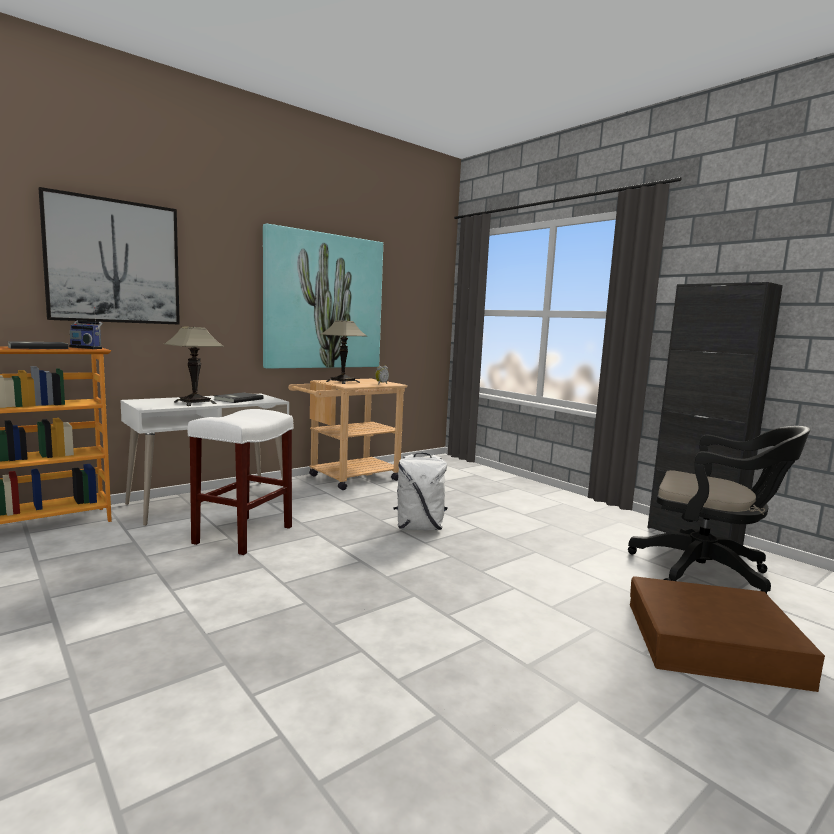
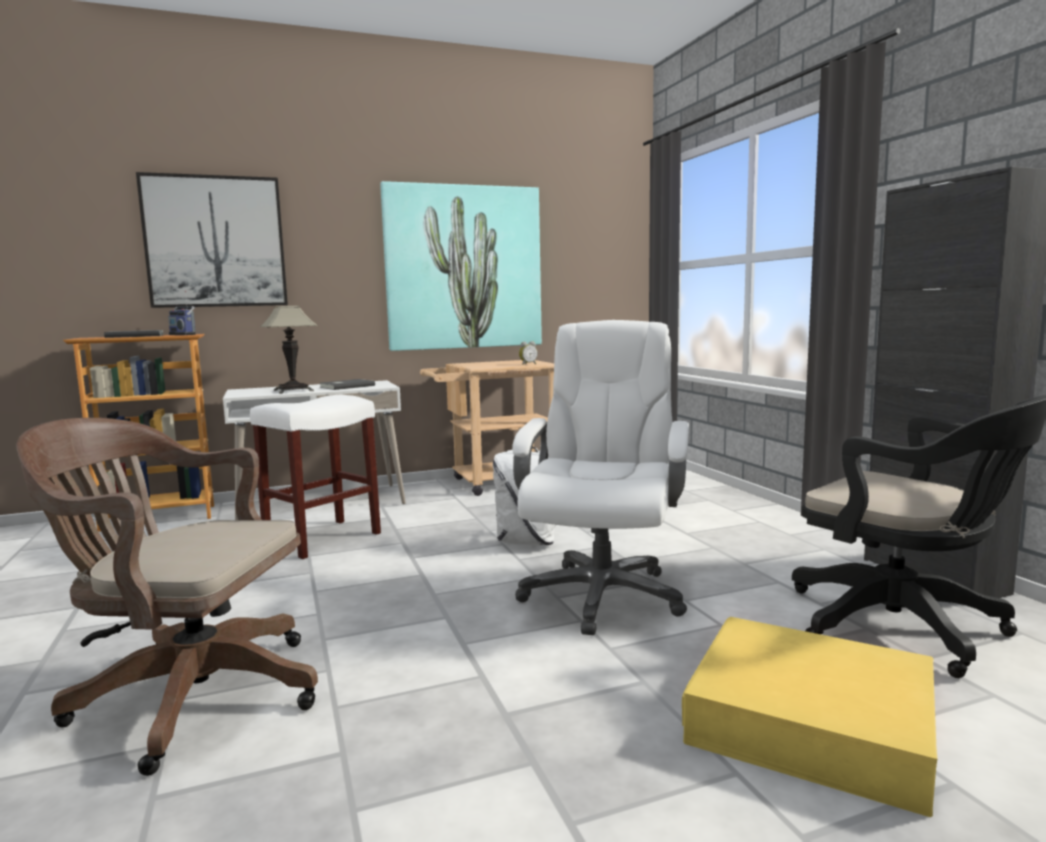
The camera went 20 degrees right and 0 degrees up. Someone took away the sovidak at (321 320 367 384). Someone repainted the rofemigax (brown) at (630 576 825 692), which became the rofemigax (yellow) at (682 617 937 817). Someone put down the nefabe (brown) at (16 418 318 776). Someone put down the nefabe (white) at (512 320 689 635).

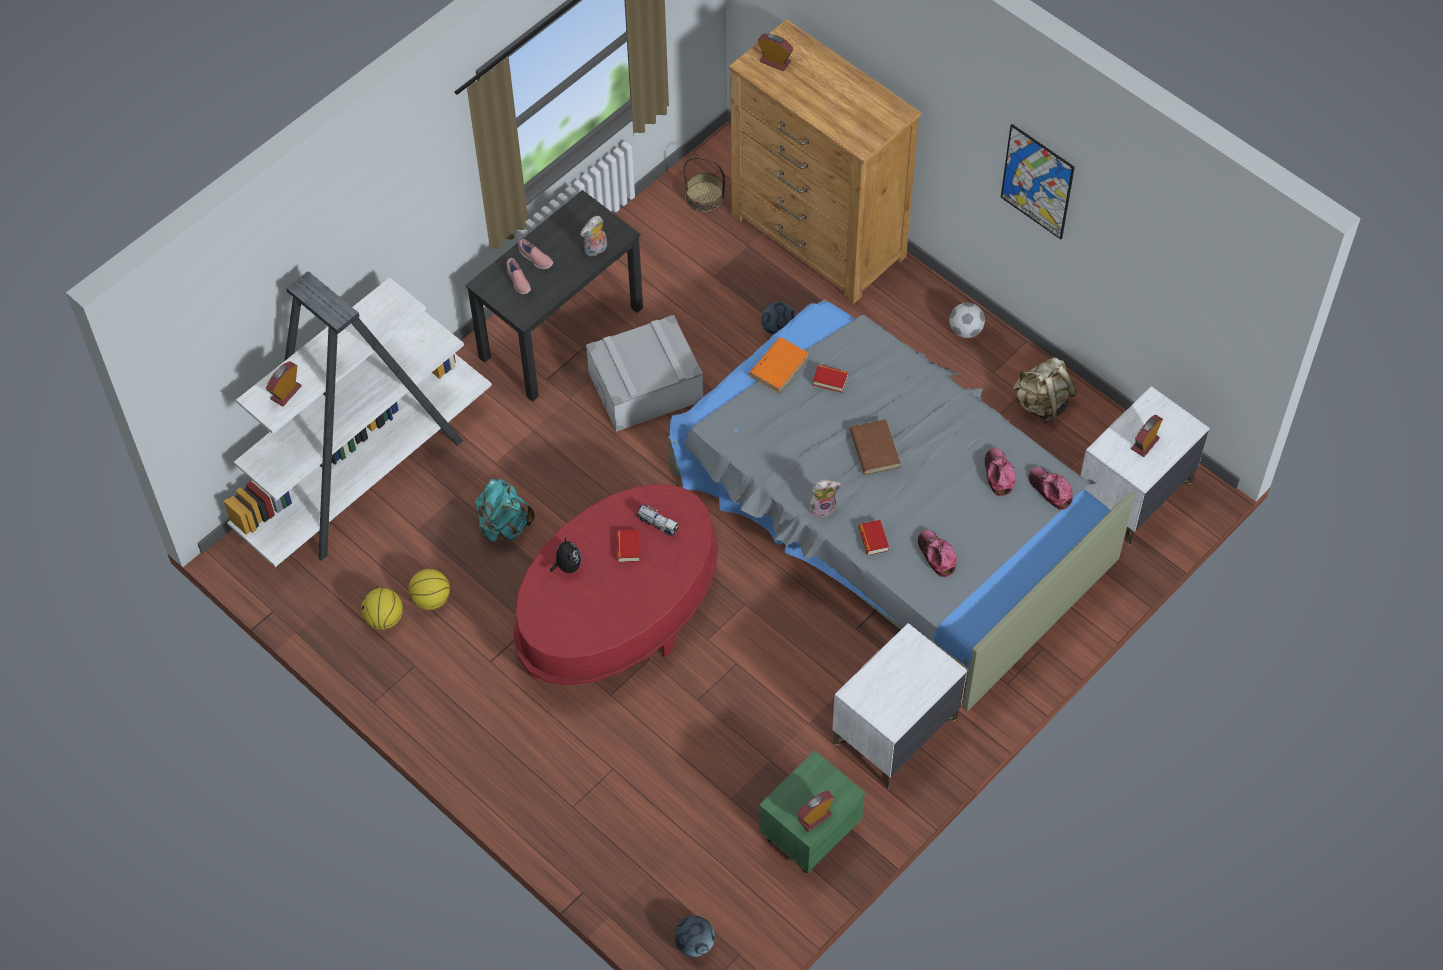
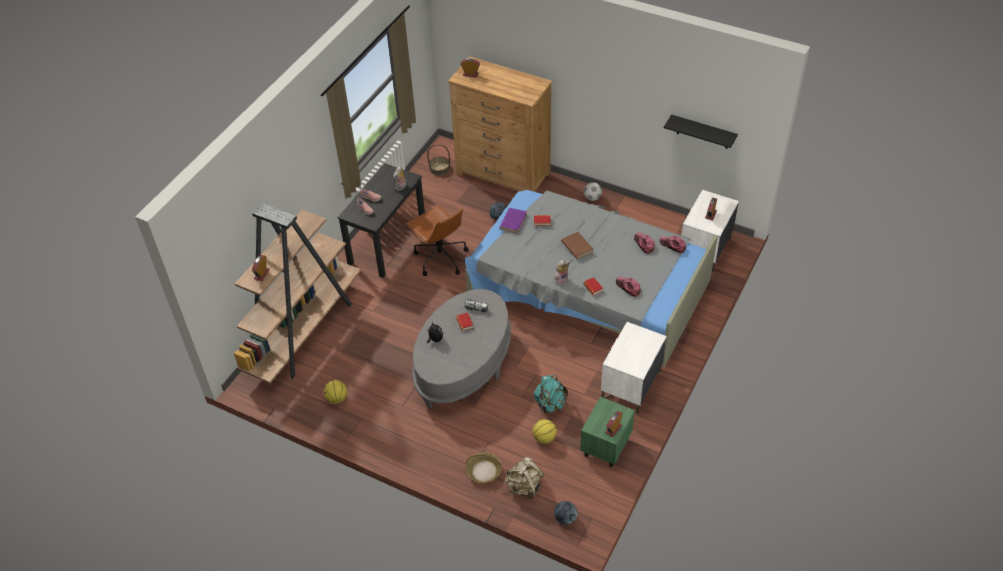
The camera went 15 degrees left and 10 degrees down. Someone repainted the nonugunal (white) at (224 271 492 567), which became the nonugunal (brown) at (234 203 361 383). Someone carried the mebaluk from (408 569 450 610) to (532 419 557 444). Someone carried the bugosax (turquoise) from (475 479 535 541) to (534 375 568 414). Someone repainted the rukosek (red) at (513 484 718 685), which became the rukosek (grey) at (412 289 511 408). Someone swapped the rofemigax (grey) at (586 315 703 432) for the nefabe (brown) at (405 205 468 276). Someone repainted the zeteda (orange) at (749 337 809 393), which became the zeteda (purple) at (499 208 527 234). Someone took away the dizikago at (1001 124 1075 239). Someone carried the bugosax (beige) from (1013 357 1077 423) to (504 457 544 499). Someone put down the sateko at (466 452 502 483). Someone put up the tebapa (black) at (664 114 738 149).

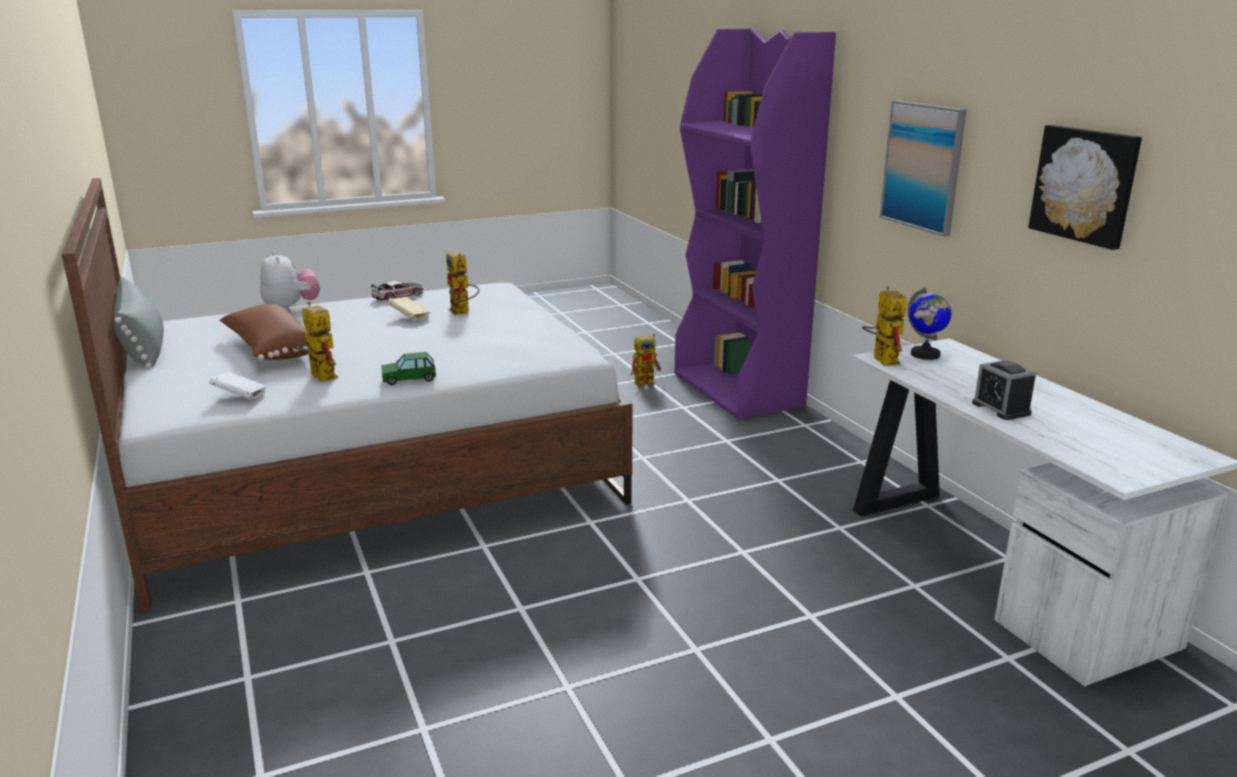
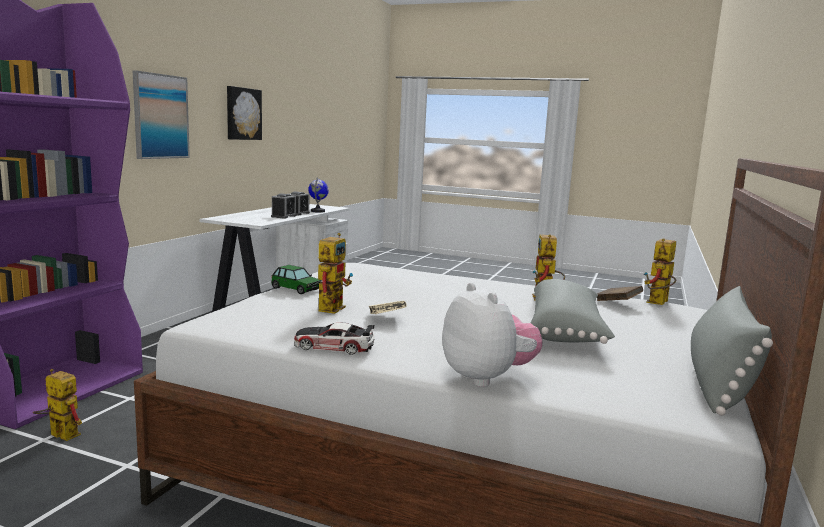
The camera went 135 degrees left and 10 degrees down. Someone repainted the zeteda (white) at (209 372 267 399), which became the zeteda (brown) at (597 286 643 301). Someone repainted the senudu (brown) at (220 303 309 360), which became the senudu (grey) at (531 279 615 344). Someone rotated the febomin at (260 251 320 312) by 135 degrees clockwise. Someone carried the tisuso from (381 352 436 385) to (271 265 322 294). Someone carried the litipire from (862 286 907 366) to (644 238 676 305). Someone carried the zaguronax from (908 287 952 360) to (308 177 329 213). Someone put down the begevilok at (271 194 296 219).

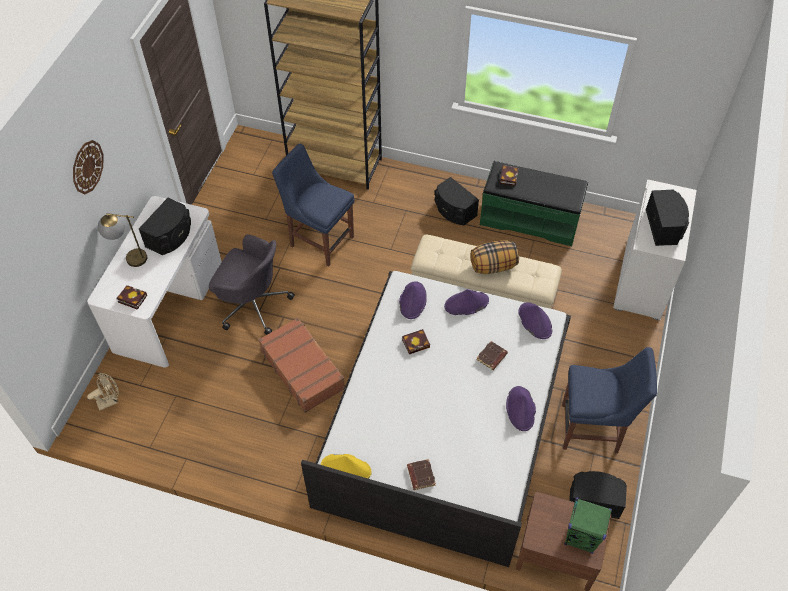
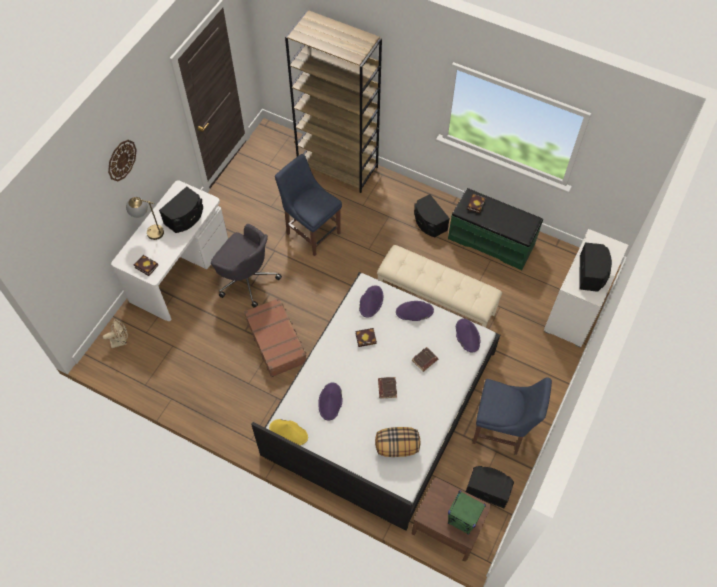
The camera went 10 degrees right and 5 degrees up. Someone carried the zeteda (brown) from (407 459 436 490) to (378 377 397 399). Someone carried the senudu from (470 240 519 274) to (375 427 420 457). Someone carried the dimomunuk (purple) from (506 386 536 431) to (318 382 343 421).

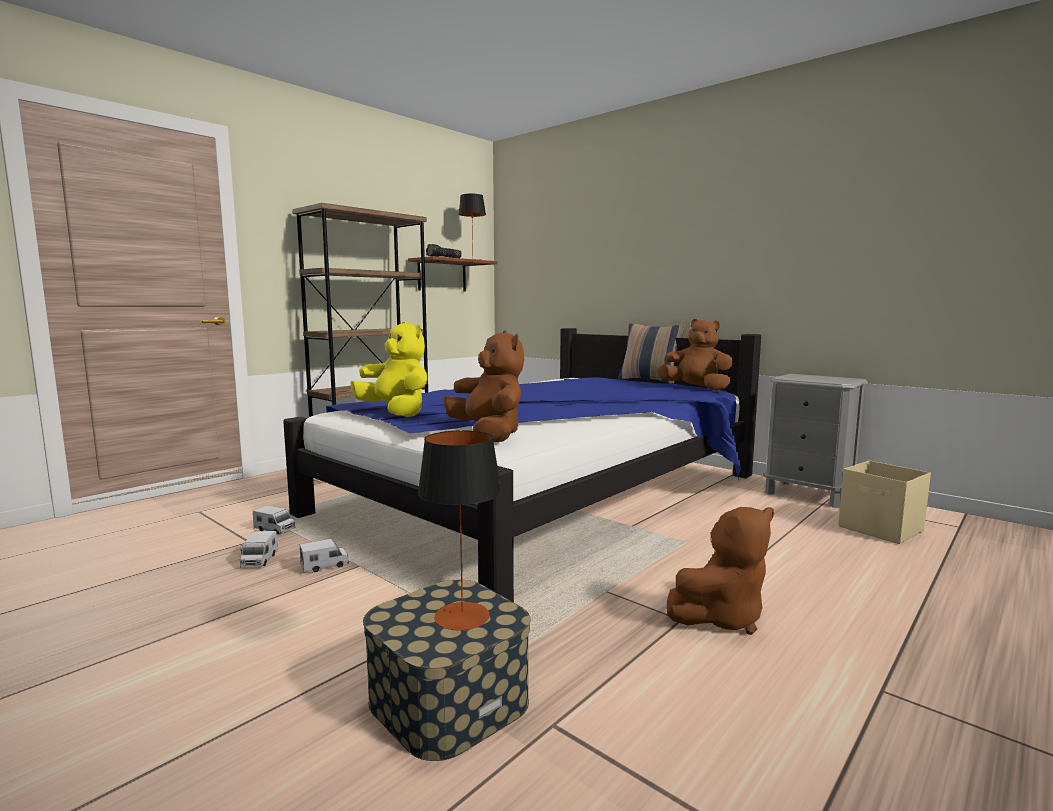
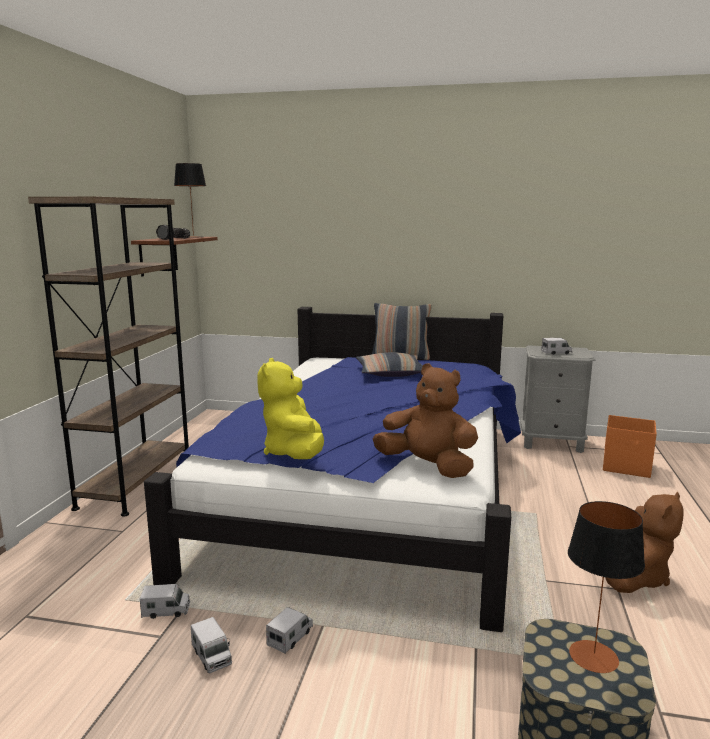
The camera went 30 degrees left and 5 degrees up. Someone rotated the febomin (yellow) at (350 322 427 417) by 105 degrees counterclockwise. Someone took away the febomin (brown) at (657 319 733 391). Someone repainted the rofemigax (beige) at (838 460 931 544), which became the rofemigax (orange) at (603 415 657 478). Someone put down the senudu at (356 352 423 377). Someone put down the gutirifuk at (541 338 572 355).

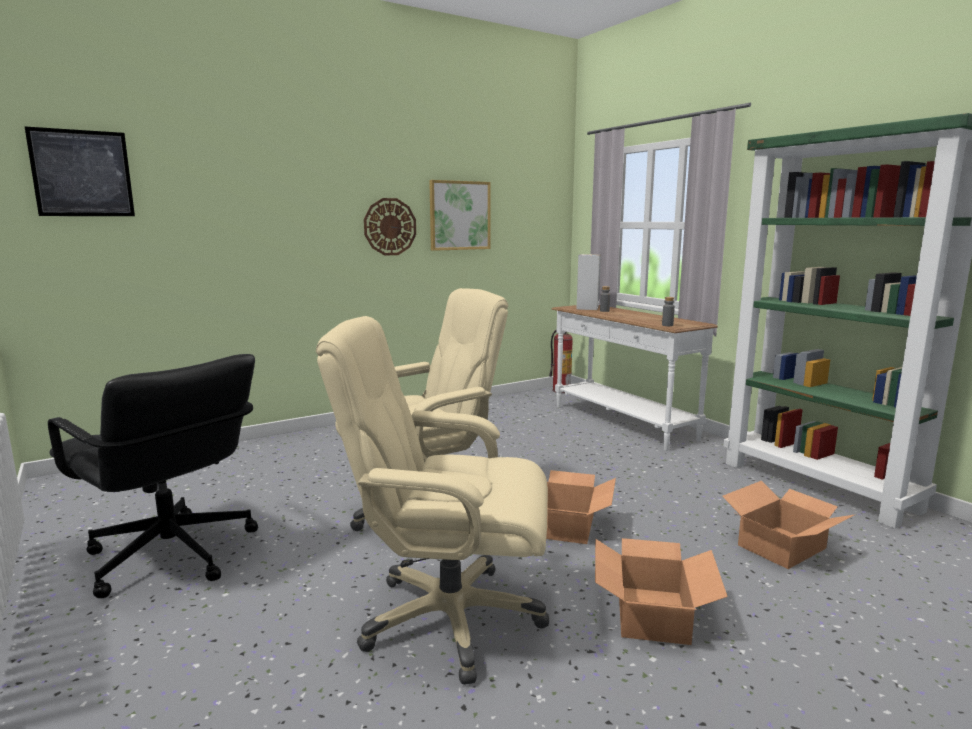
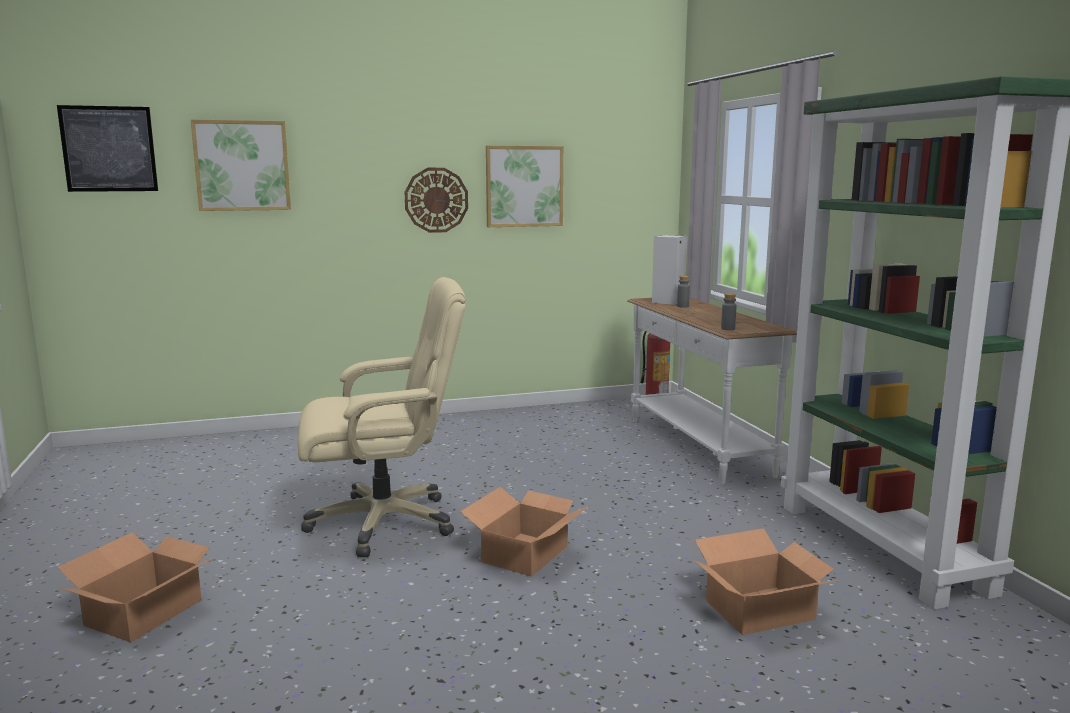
The camera went 15 degrees right and 0 degrees up. Someone took away the nefabe (black) at (48 354 258 598). Someone took away the nefabe (beige) at (316 316 549 685). Someone carried the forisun from (595 538 728 645) to (57 532 217 642). Someone put up the dizikago at (191 120 291 211).

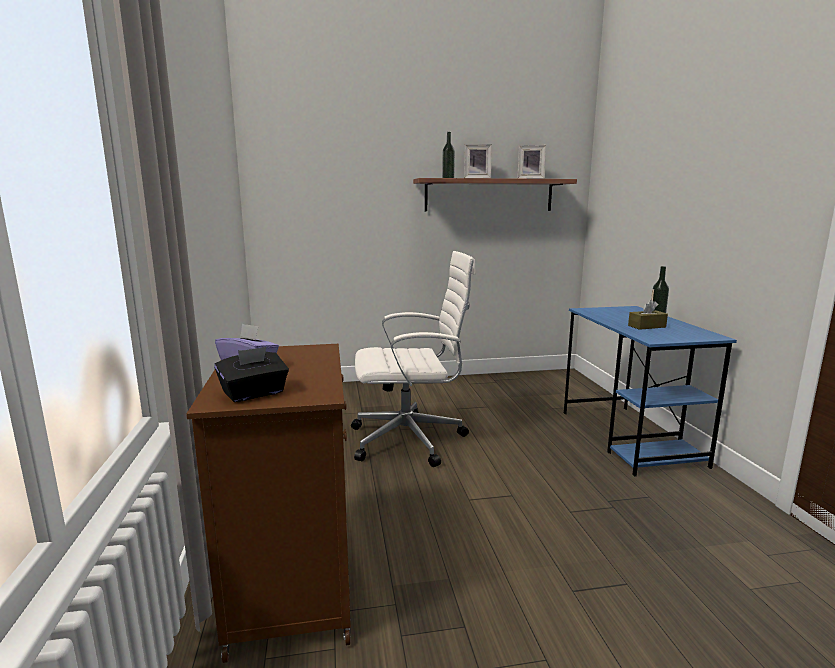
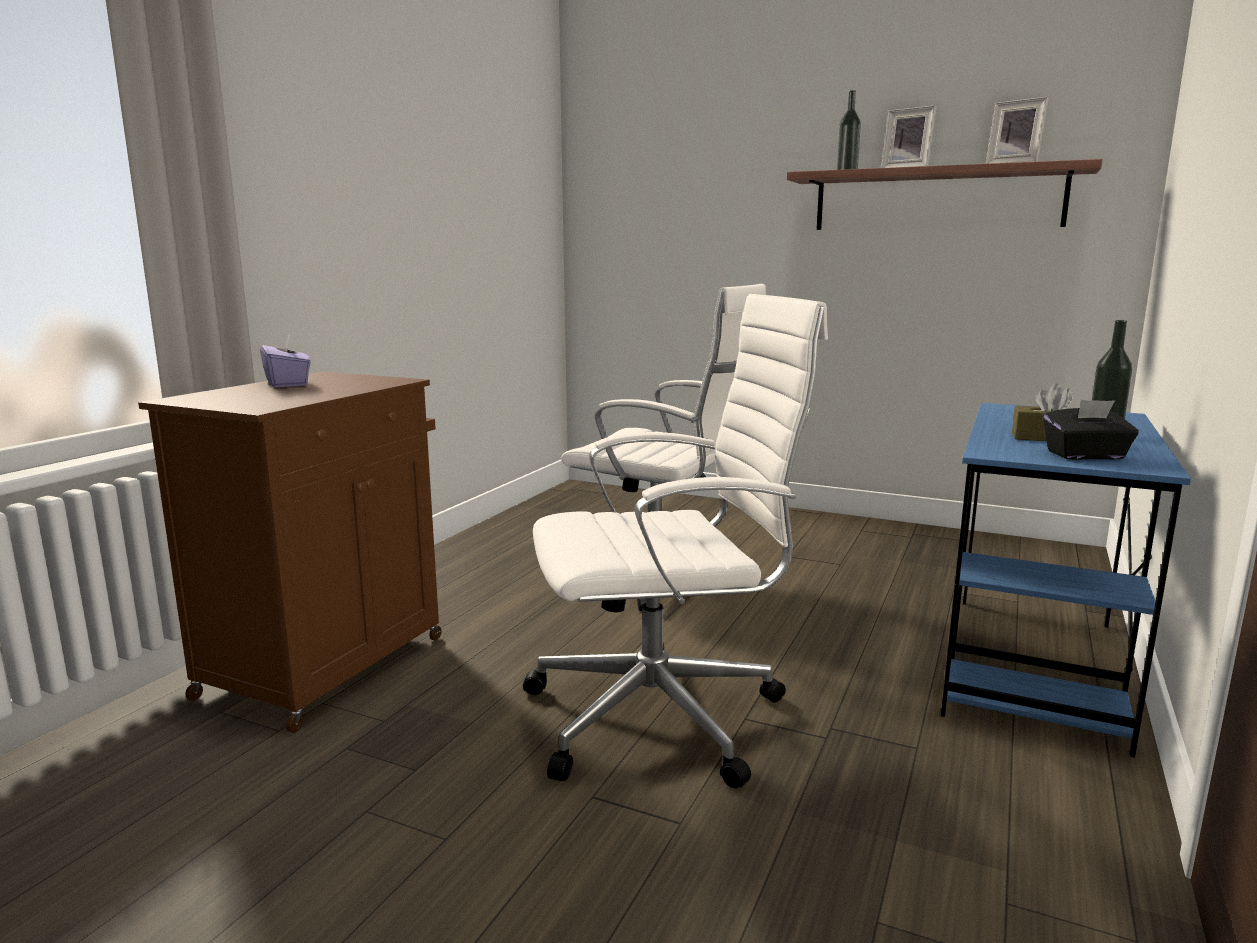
The camera went 35 degrees right and 0 degrees up. Someone carried the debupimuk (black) from (214 347 289 402) to (1043 400 1139 460). Someone put down the nefabe (white) at (523 294 828 788).

